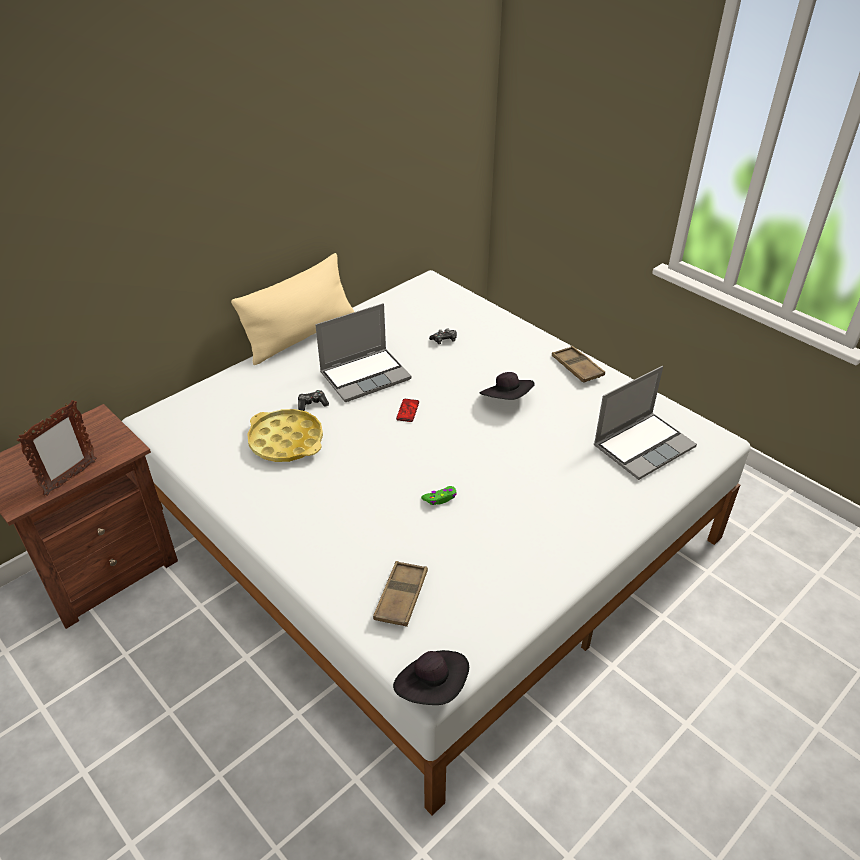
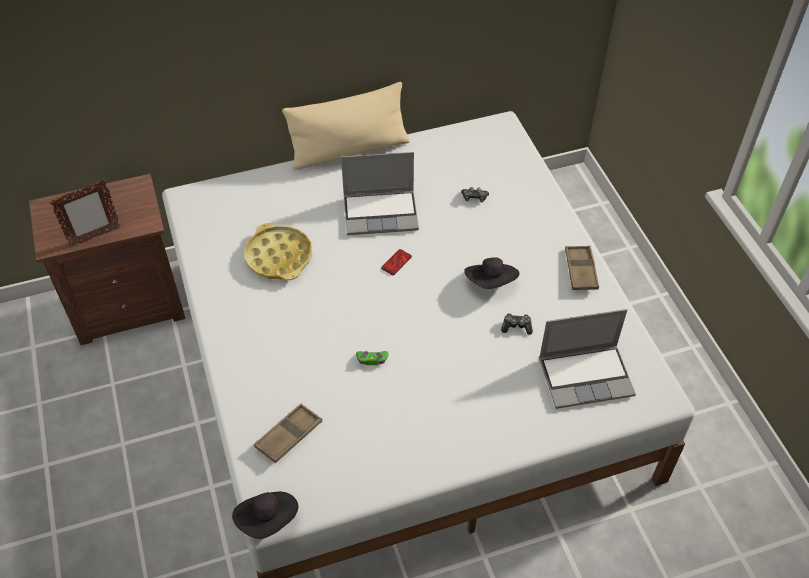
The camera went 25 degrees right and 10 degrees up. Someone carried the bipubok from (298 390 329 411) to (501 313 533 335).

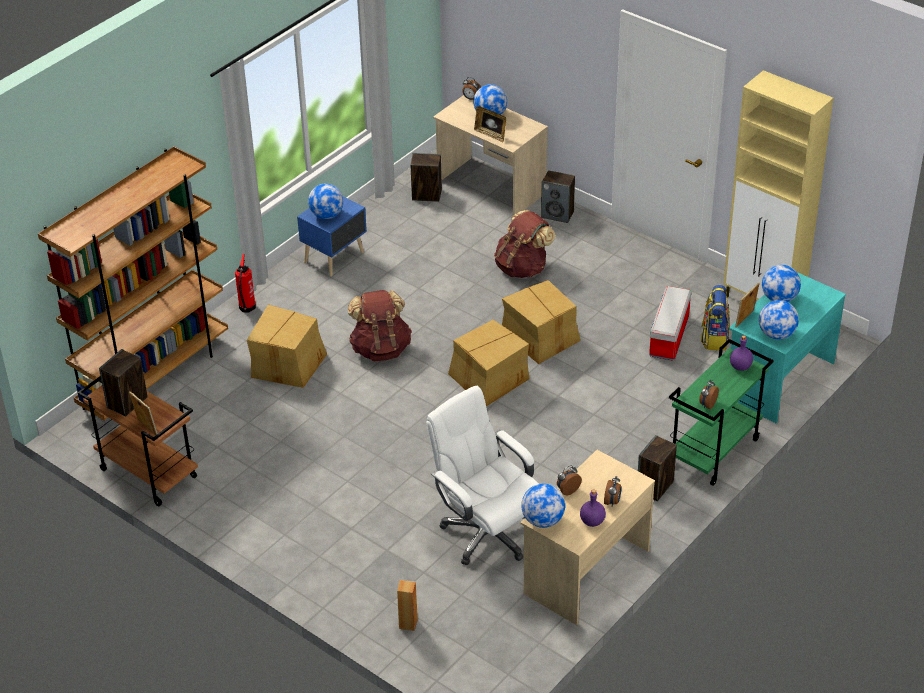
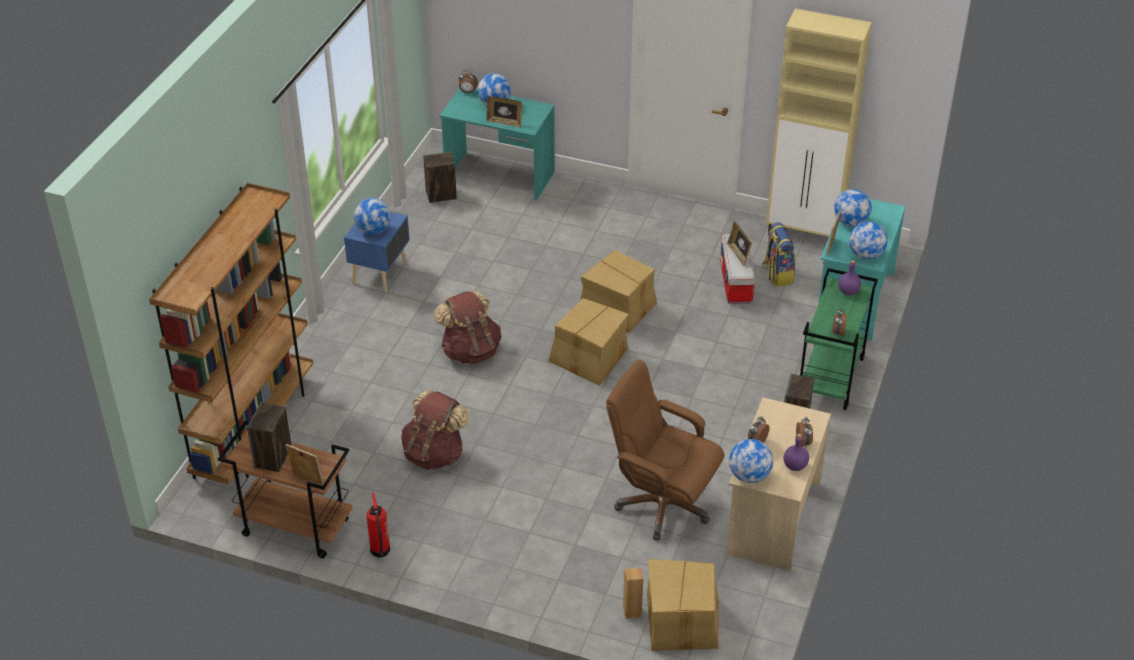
The camera went 20 degrees left and 0 degrees up. Someone carried the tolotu from (235 254 256 313) to (366 492 390 557). Someone carried the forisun from (247 304 327 388) to (647 559 719 651). Someone repainted the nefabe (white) at (426 386 539 565), which became the nefabe (brown) at (606 360 724 541). Someone repainted the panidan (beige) at (433 95 548 215), which became the panidan (turquoise) at (440 88 555 200). Someone carried the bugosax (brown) from (494 210 556 278) to (401 390 470 470). Someone took away the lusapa at (541 170 575 223). Someone put down the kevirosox at (727 222 752 266).

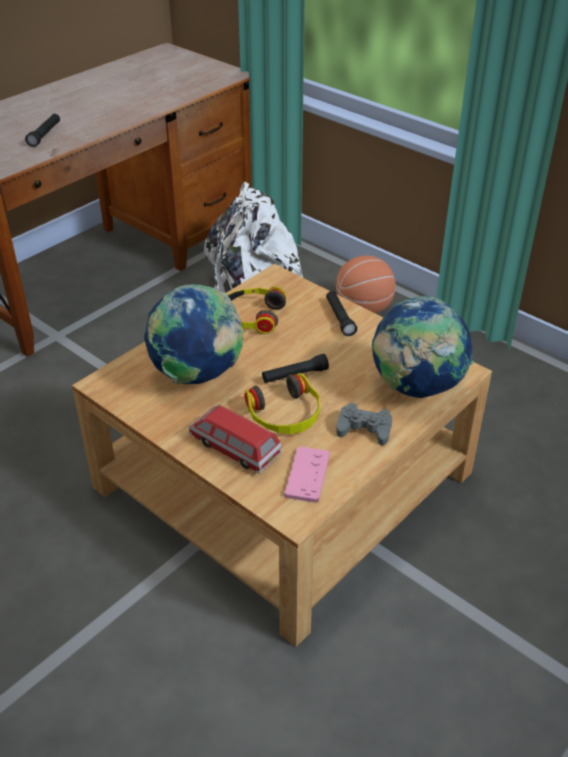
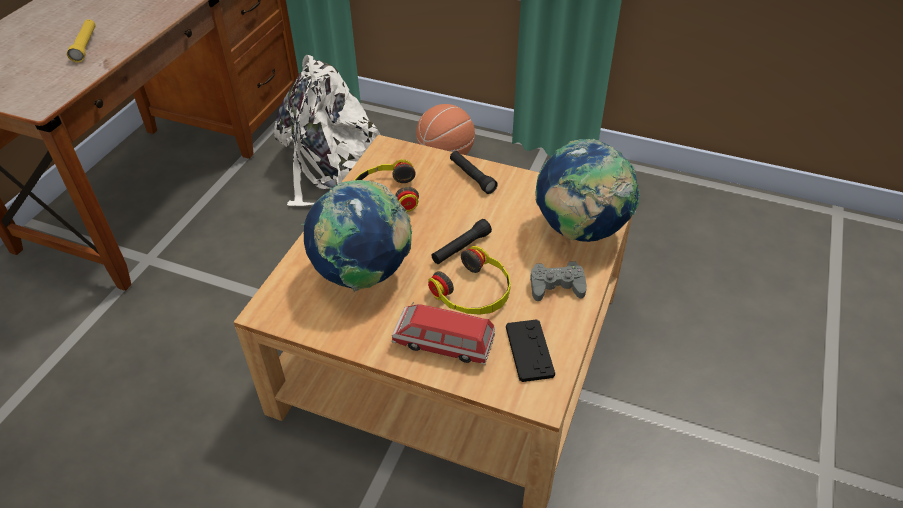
The camera went 20 degrees left and 5 degrees up. Someone repainted the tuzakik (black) at (25 114 60 147), which became the tuzakik (yellow) at (67 19 96 63). Someone repainted the bipubok (pink) at (284 446 330 503), which became the bipubok (black) at (506 319 555 382).

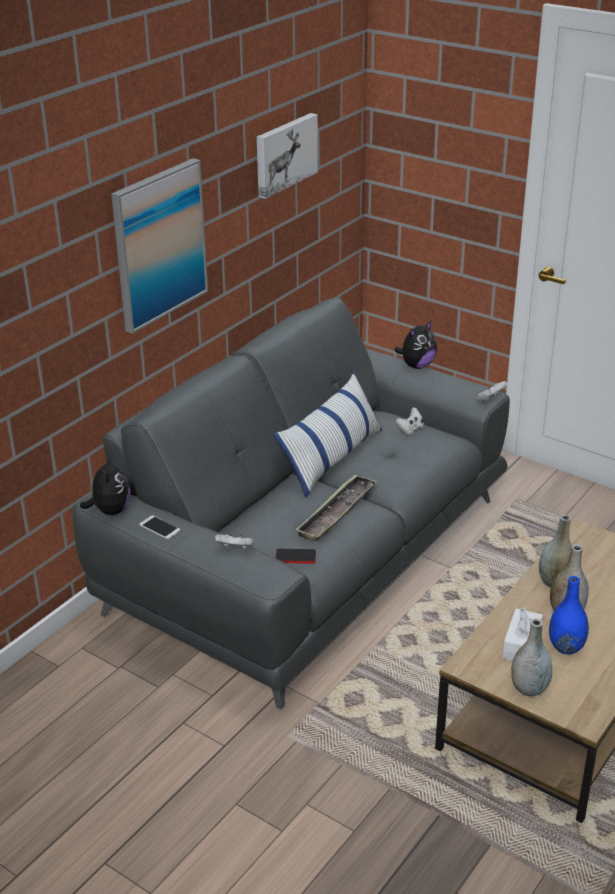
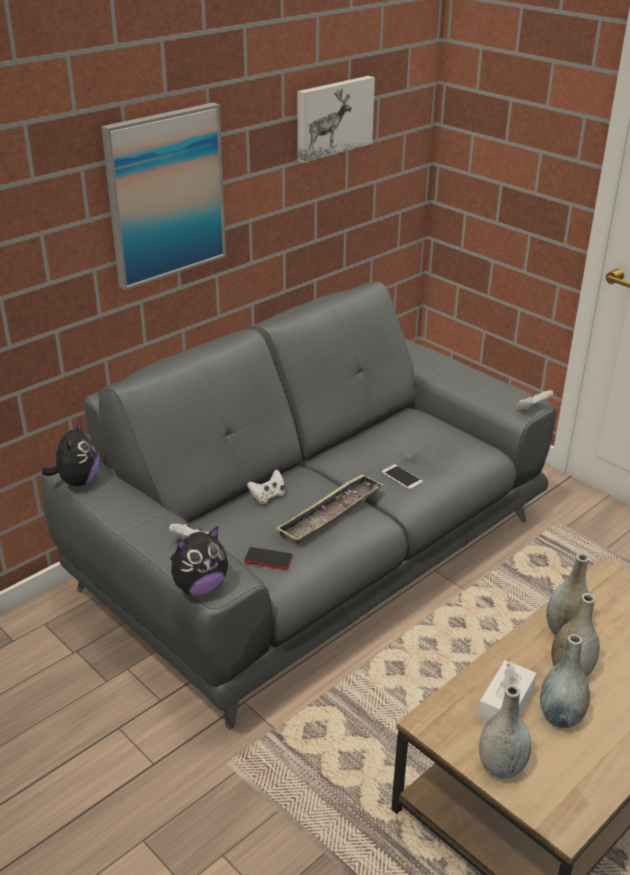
The camera went 10 degrees right and 0 degrees up. Someone carried the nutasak from (140 515 181 539) to (382 464 423 490). Someone took away the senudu at (273 372 382 498). Someone carried the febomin from (394 321 437 369) to (170 526 228 595). Someone carried the bipubok (white) from (395 407 424 435) to (247 469 285 504). Someone repainted the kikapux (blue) at (549 576 589 654), which became the kikapux (grey) at (540 634 590 728).

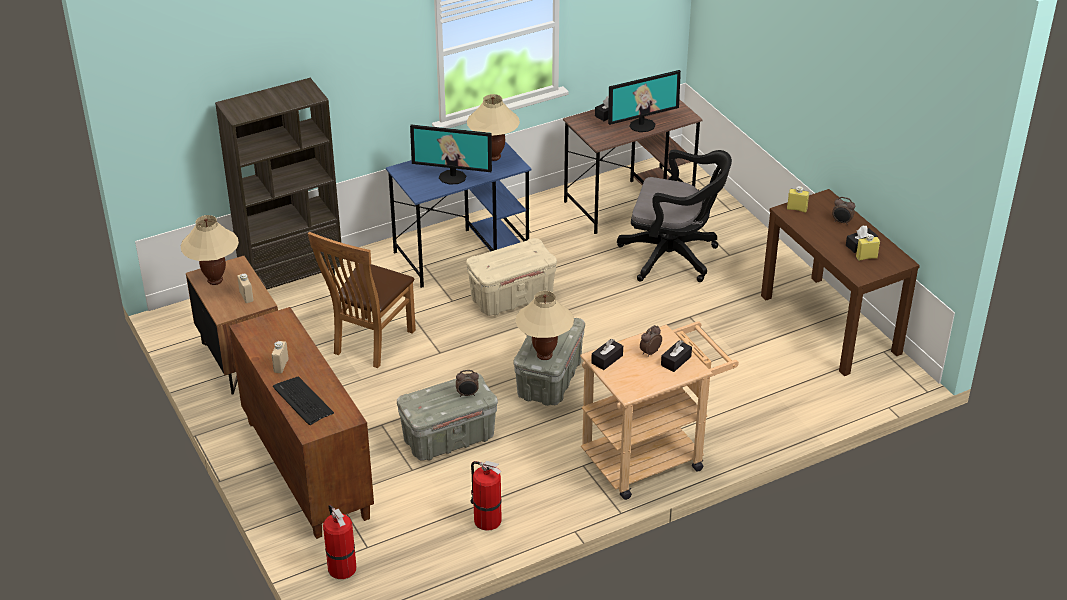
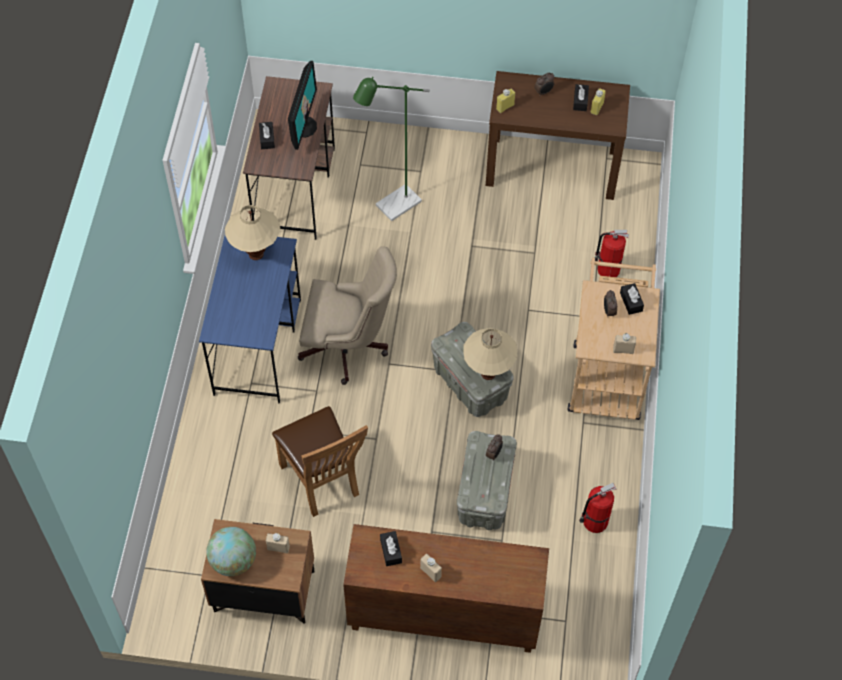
The camera went 55 degrees left and 20 degrees up. Someone swapped the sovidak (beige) at (181 215 239 285) for the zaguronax at (206 527 256 576). Someone took away the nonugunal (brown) at (215 78 343 289). Someone took away the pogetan at (273 376 334 425). Someone carried the tolotu from (323 505 357 579) to (594 230 629 277). Someone took away the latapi at (410 124 492 185). Someone swapped the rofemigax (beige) at (466 238 557 316) for the nefabe (beige) at (298 246 397 385). Someone carried the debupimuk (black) from (591 339 623 370) to (380 531 402 566). Someone swapped the nefabe (black) at (617 149 732 282) for the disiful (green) at (353 77 430 221). Someone put down the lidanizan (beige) at (613 333 636 354).

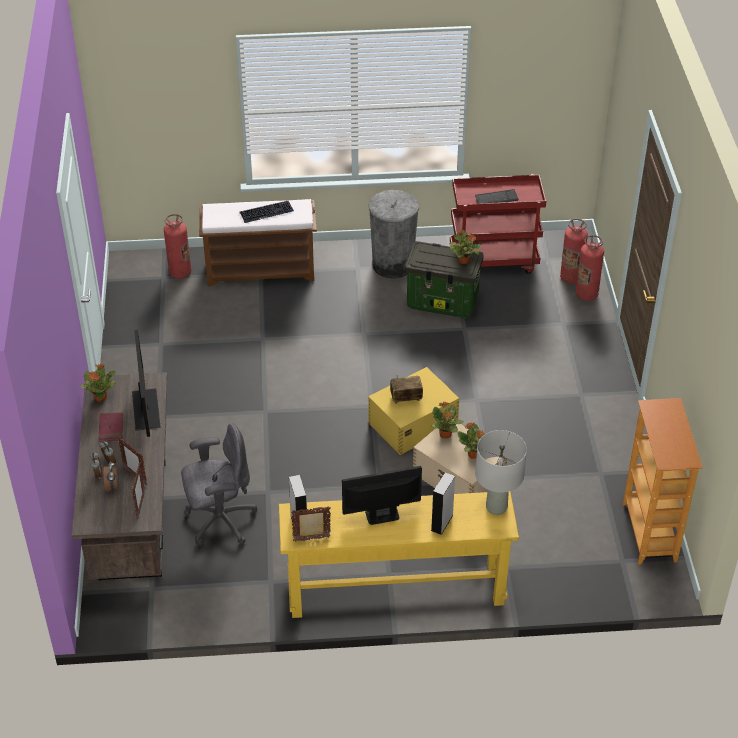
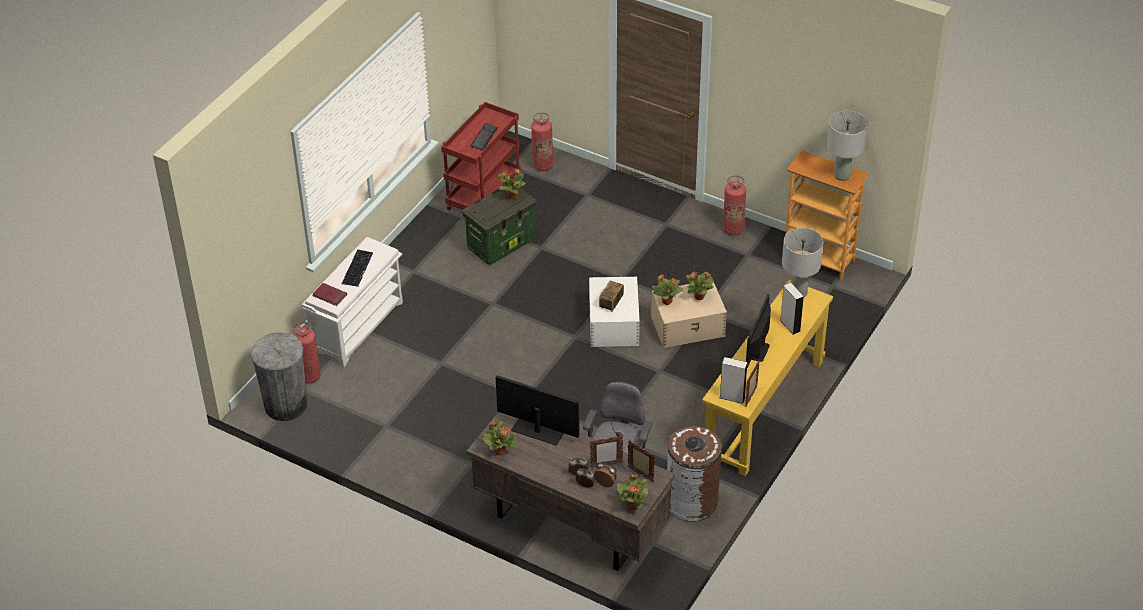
The camera went 55 degrees left and 0 degrees up. Someone carried the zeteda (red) from (99 412 123 442) to (312 283 347 306). Someone repainted the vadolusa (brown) at (199 199 317 286), which became the vadolusa (white) at (302 237 403 367). Someone carried the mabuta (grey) from (368 190 419 279) to (250 332 307 421). Someone repainted the rofemigax (yellow) at (368 367 460 455), which became the rofemigax (white) at (588 277 641 347). Someone carried the tolotu from (576 235 604 301) to (723 175 746 235). Someone put down the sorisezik at (617 474 649 510). Someone put down the mabuta (brown) at (667 426 722 522). Someone put down the sovidak (grey) at (827 111 867 181).

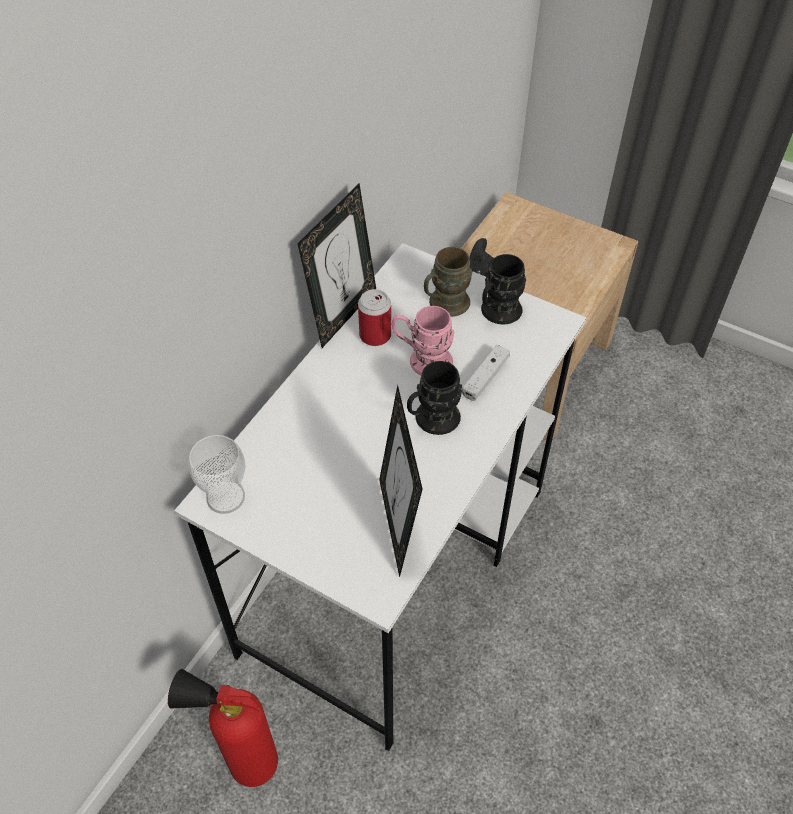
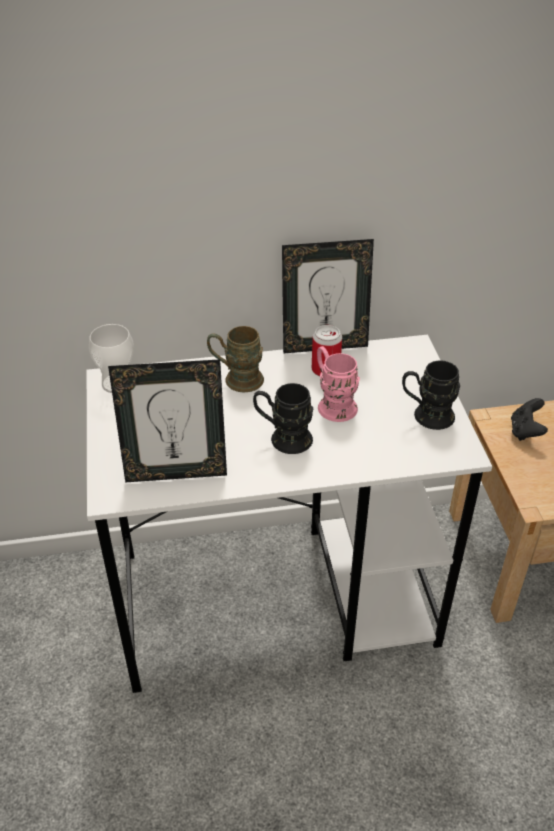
The camera went 50 degrees right and 10 degrees down. Someone took away the tolotu at (168 669 278 787). Someone rotated the kevirosox at (379 385 423 578) by 135 degrees counterclockwise. Someone carried the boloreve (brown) from (424 247 472 317) to (207 326 264 392). Someone took away the bipubok (white) at (462 345 510 401).

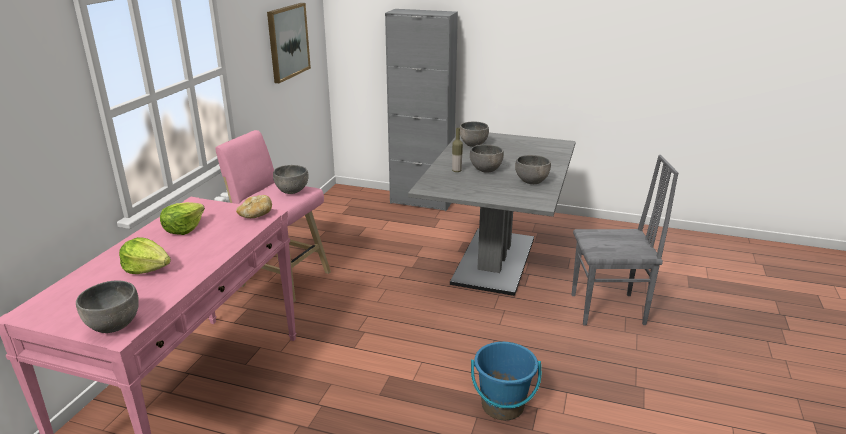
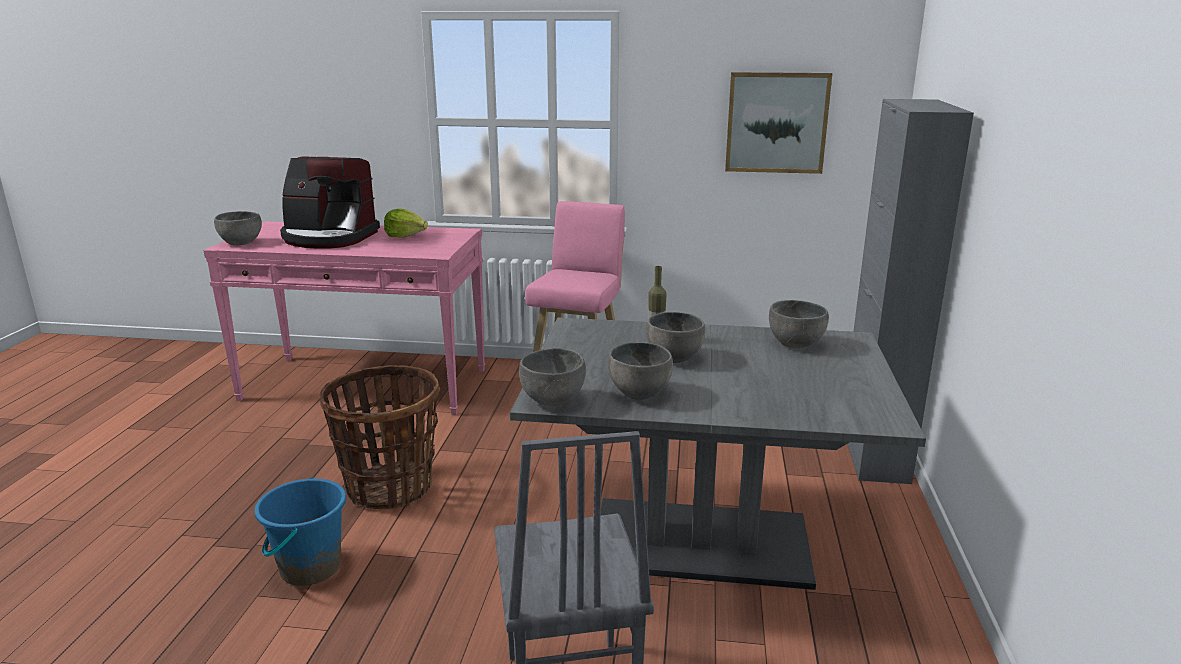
The camera went 80 degrees right and 5 degrees down. Someone swapped the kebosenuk at (119 237 171 274) for the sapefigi at (280 156 380 249). Someone took away the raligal at (236 195 272 218). Someone carried the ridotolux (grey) from (273 165 308 194) to (519 348 586 406). Someone put down the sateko at (320 365 440 509).

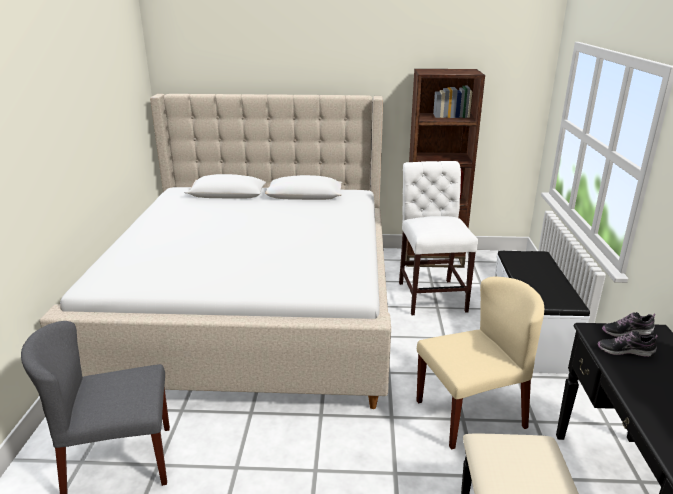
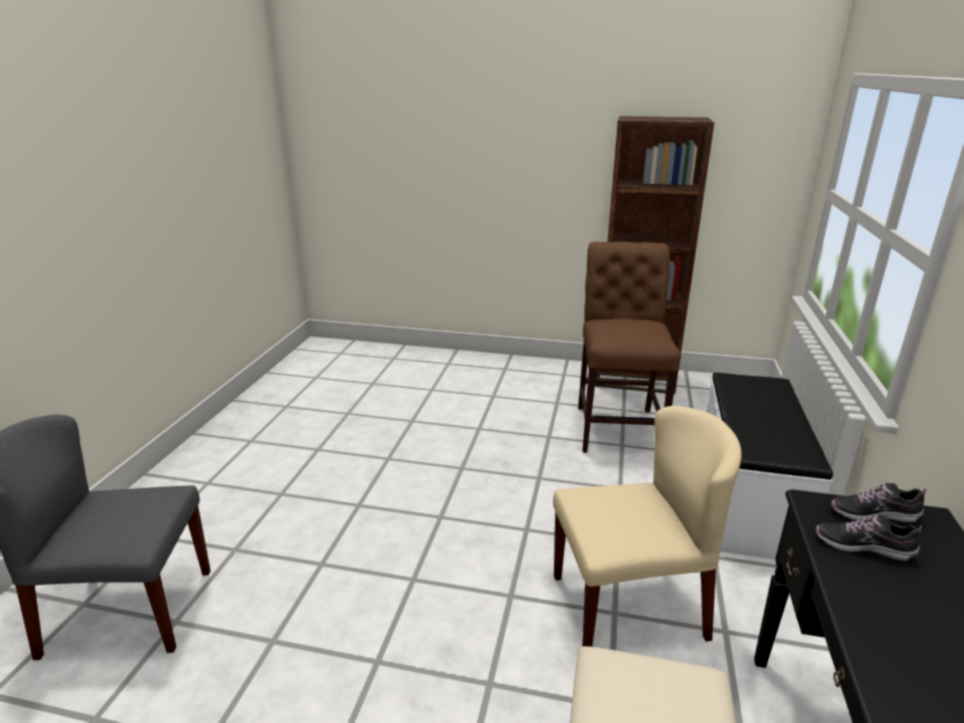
The camera went 10 degrees right and 0 degrees up. Someone took away the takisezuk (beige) at (39 94 391 409). Someone repainted the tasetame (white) at (399 161 478 315), which became the tasetame (brown) at (578 242 681 453).

